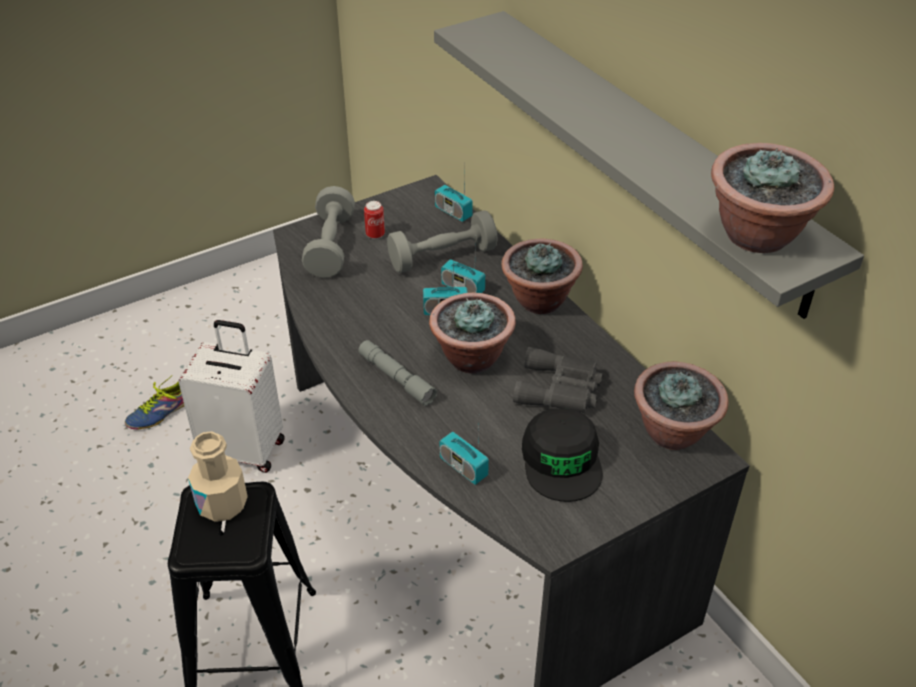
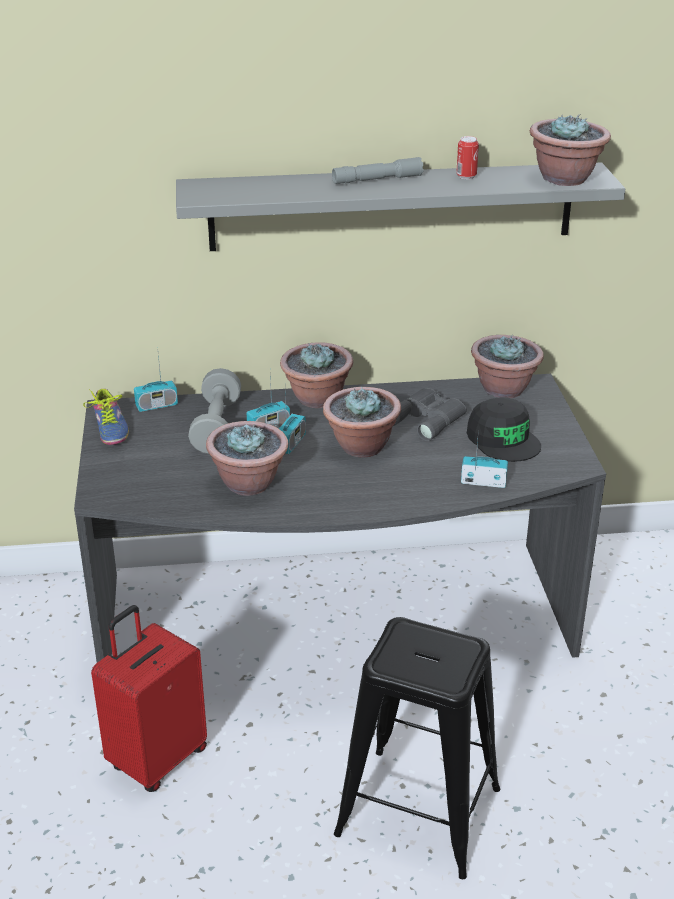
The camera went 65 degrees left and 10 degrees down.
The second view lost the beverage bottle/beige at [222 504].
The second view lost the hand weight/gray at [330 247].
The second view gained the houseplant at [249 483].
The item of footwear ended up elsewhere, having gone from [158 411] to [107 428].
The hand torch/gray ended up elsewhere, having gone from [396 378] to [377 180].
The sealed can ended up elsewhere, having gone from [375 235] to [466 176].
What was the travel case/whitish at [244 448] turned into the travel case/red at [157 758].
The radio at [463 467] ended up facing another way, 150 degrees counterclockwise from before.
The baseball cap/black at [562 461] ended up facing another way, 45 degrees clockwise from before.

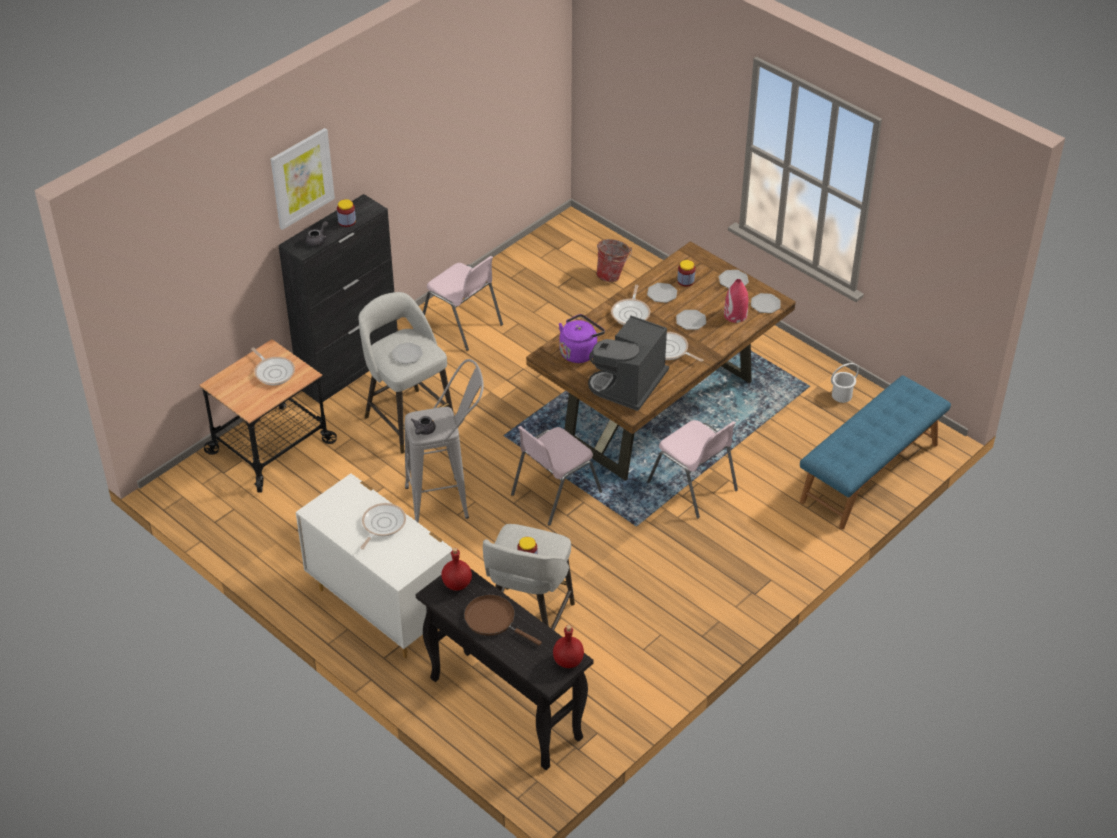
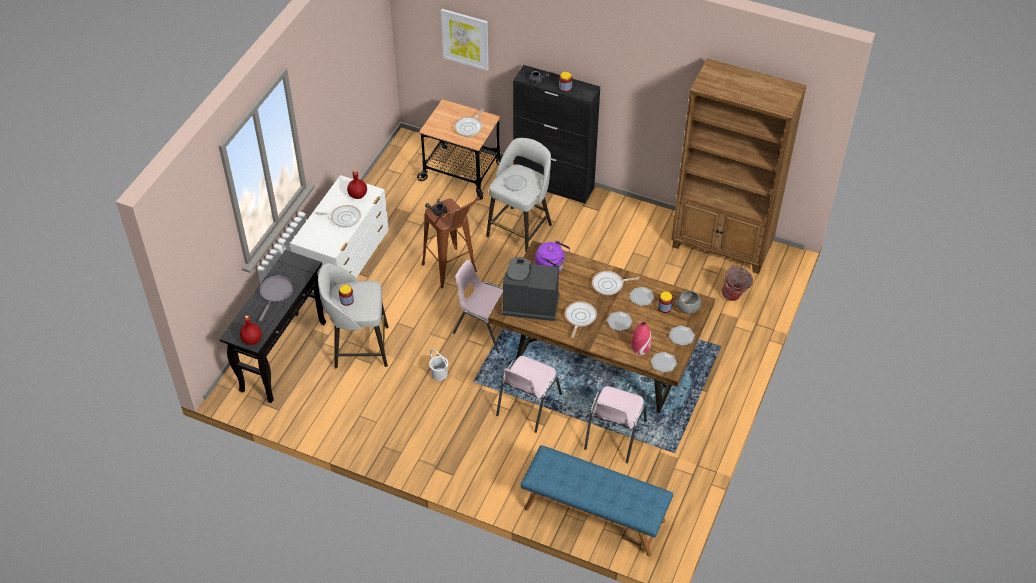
The camera went 70 degrees right and 5 degrees up.
The second view gained the bookcase/brown-coloured at [722 246].
The second view gained the serving bowl/gray at [688 309].
The wall picture ended up elsewhere, having gone from [301 178] to [465 39].
The plain chair/pink ended up elsewhere, having gone from [462 324] to [614 435].
The beverage bottle/red ended up elsewhere, having gone from [457 583] to [358 195].
The pail/whitish ended up elsewhere, having gone from [842 395] to [439 374].
What was the stool seat/gray at [448 500] turned into the stool seat/brown-coloured at [453 273].
What was the pan/brown-coloured at [493 619] turned into the pan/gray at [276 293].

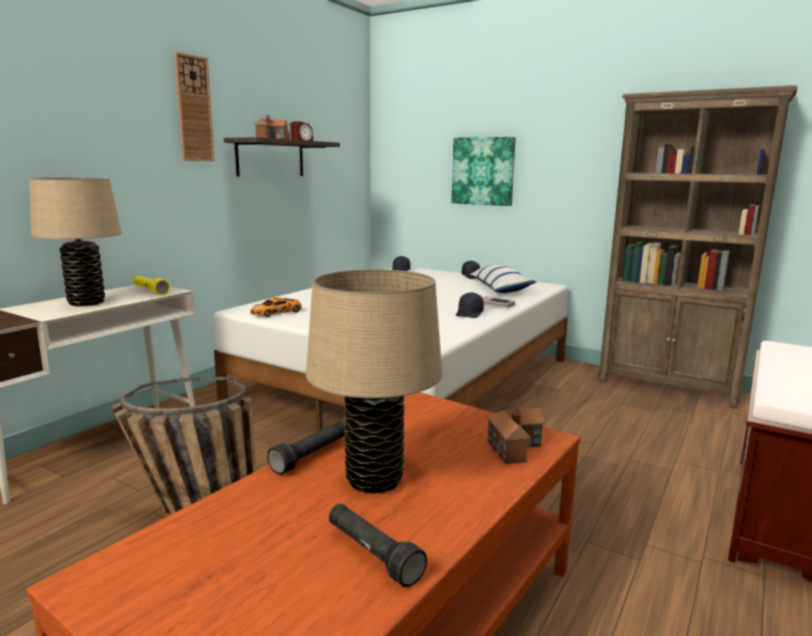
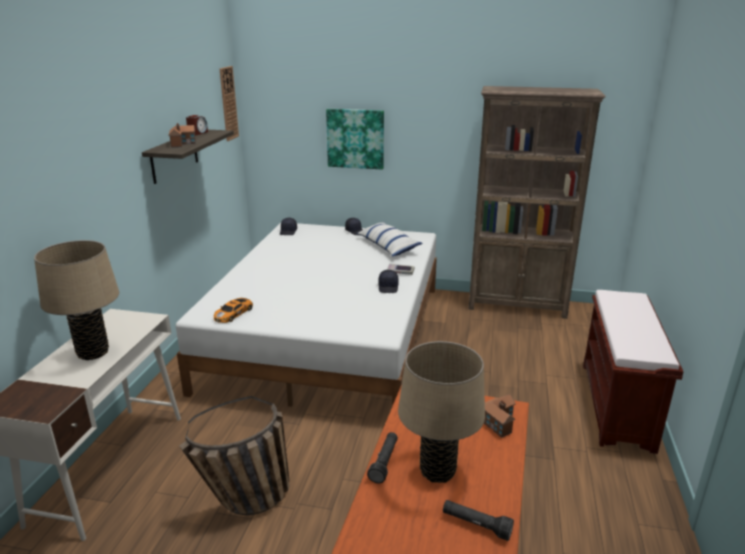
The camera went 20 degrees left and 10 degrees up.
The second view lost the hand torch/yellow at [150 291].
The wall clock ended up elsewhere, having gone from [194 109] to [228 103].

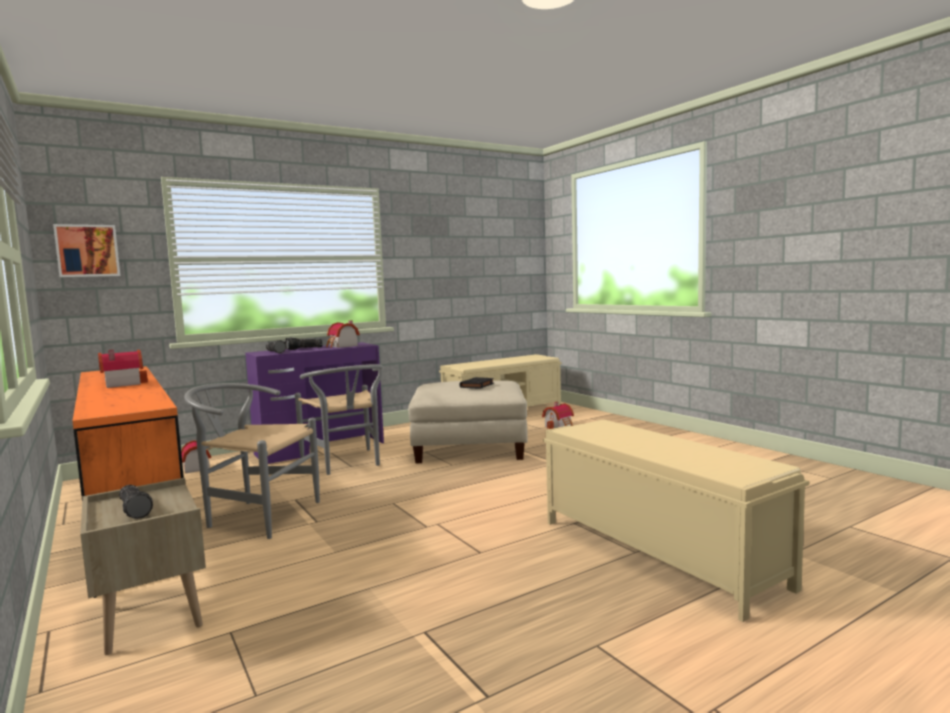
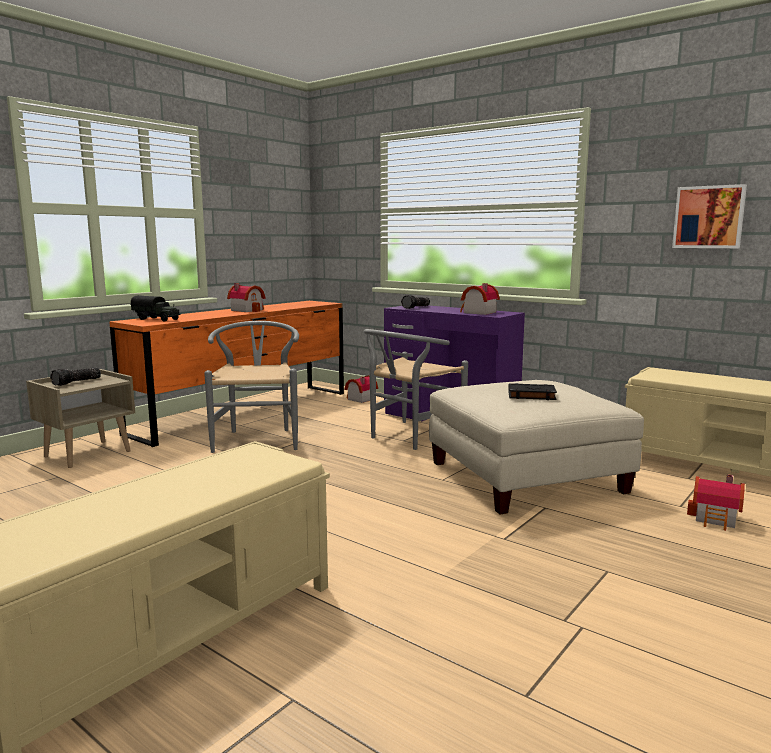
The camera went 70 degrees right and 5 degrees up.
The second view lost the hand torch at [304 349].
The second view gained the toy truck at [157 319].
The wall picture ended up elsewhere, having gone from [87 251] to [709 217].

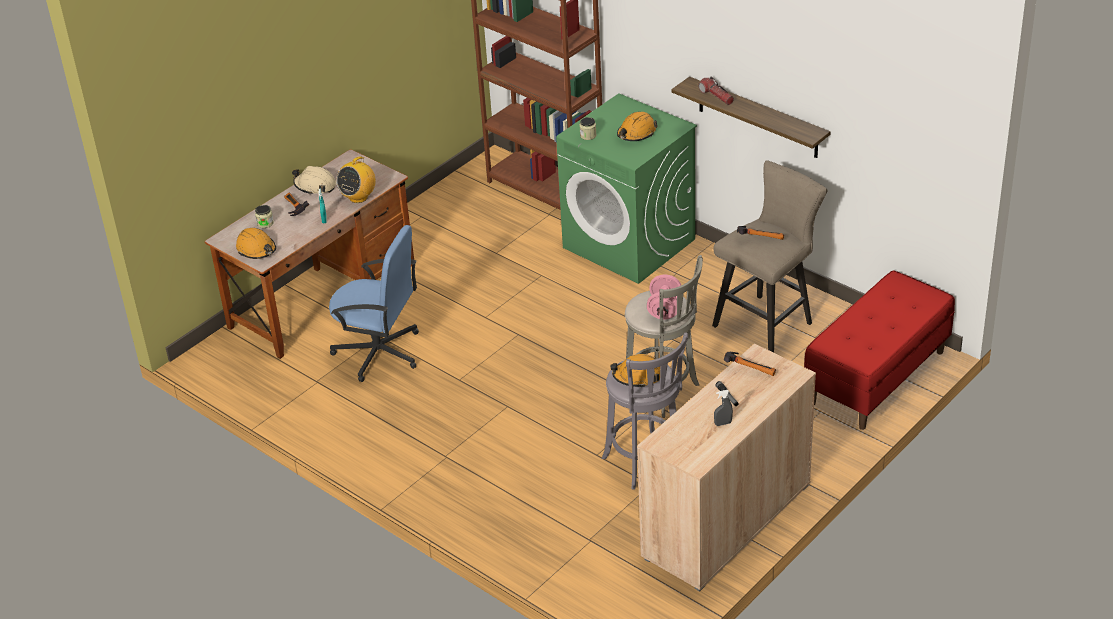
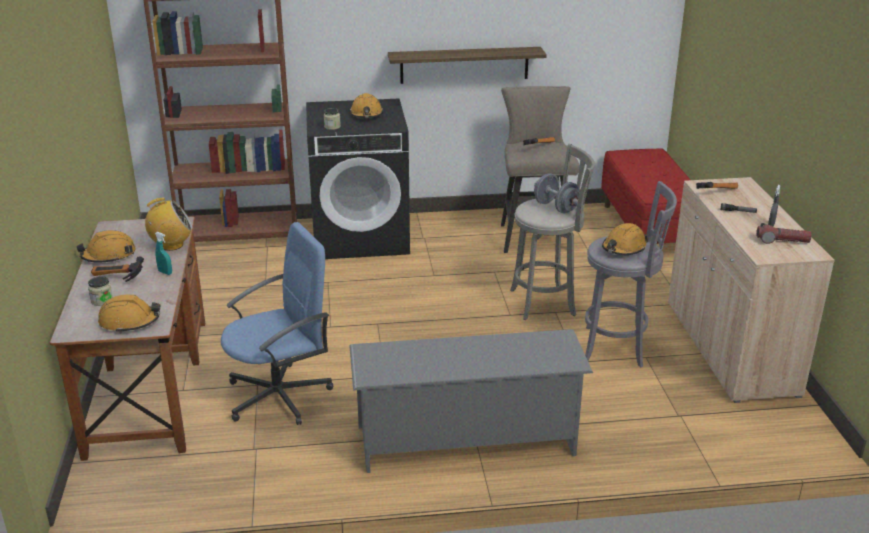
The camera went 50 degrees left and 10 degrees down.
The second view gained the shoe shelf/gray at [466 441].
The hand torch ended up elsewhere, having gone from [716 96] to [782 241].
What was the hard hat/beige at [315 186] turned into the hard hat/orange at [109 255].
What was the washing machine/green-coloured at [630 243] turned into the washing machine/black at [361 236].
What was the hand weight/pink at [664 309] turned into the hand weight/gray at [556 207].
The radio at [358 197] ended up facing another way, 90 degrees counterclockwise from before.

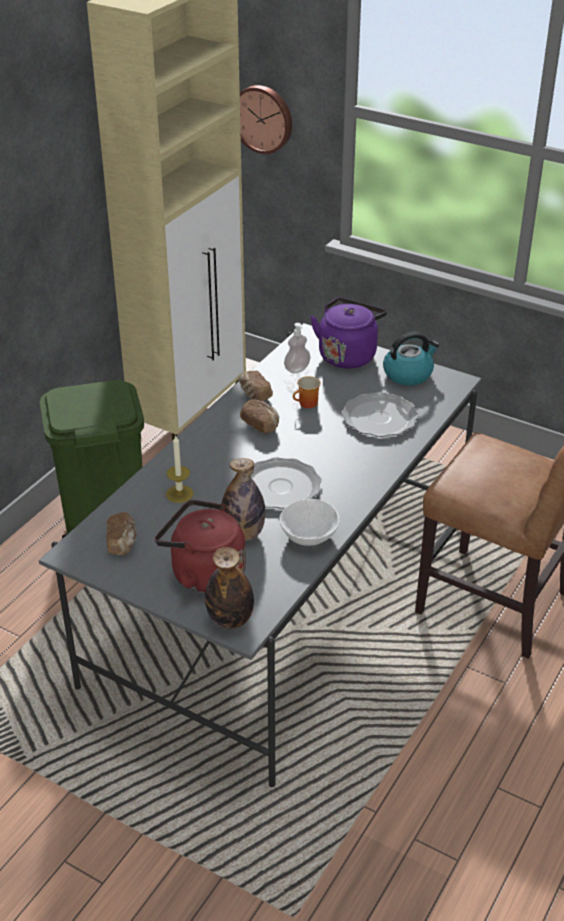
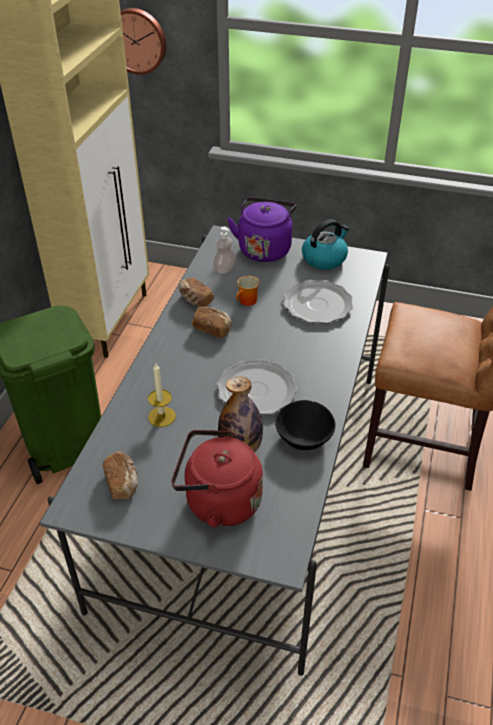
The camera went 15 degrees left and 5 degrees up.
The second view lost the beverage bottle at [230 620].
What was the serving bowl/whitish at [310 535] turned into the serving bowl/black at [305 437].

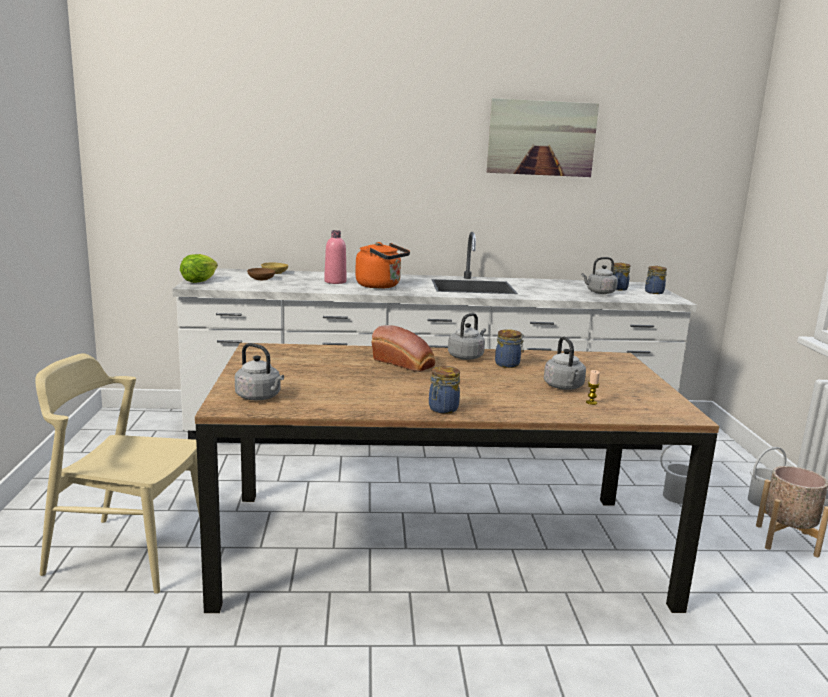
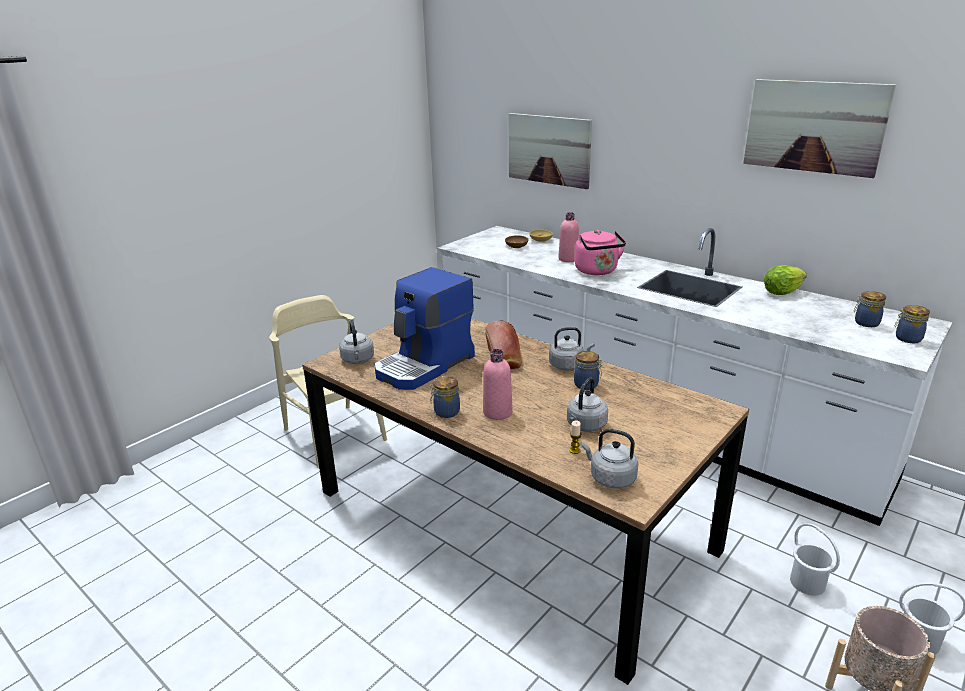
The camera went 45 degrees right and 10 degrees up.
The second view gained the coffee brewer at [425 365].
The second view gained the beverage bottle/pink at [497 412].
The second view gained the wall picture at [548 150].
The lettuce ended up elsewhere, having gone from [199 281] to [781 292].
The water kettle/gray ended up elsewhere, having gone from [599 292] to [610 478].
What was the water kettle/orange at [381 286] turned into the water kettle/pink at [597 271].

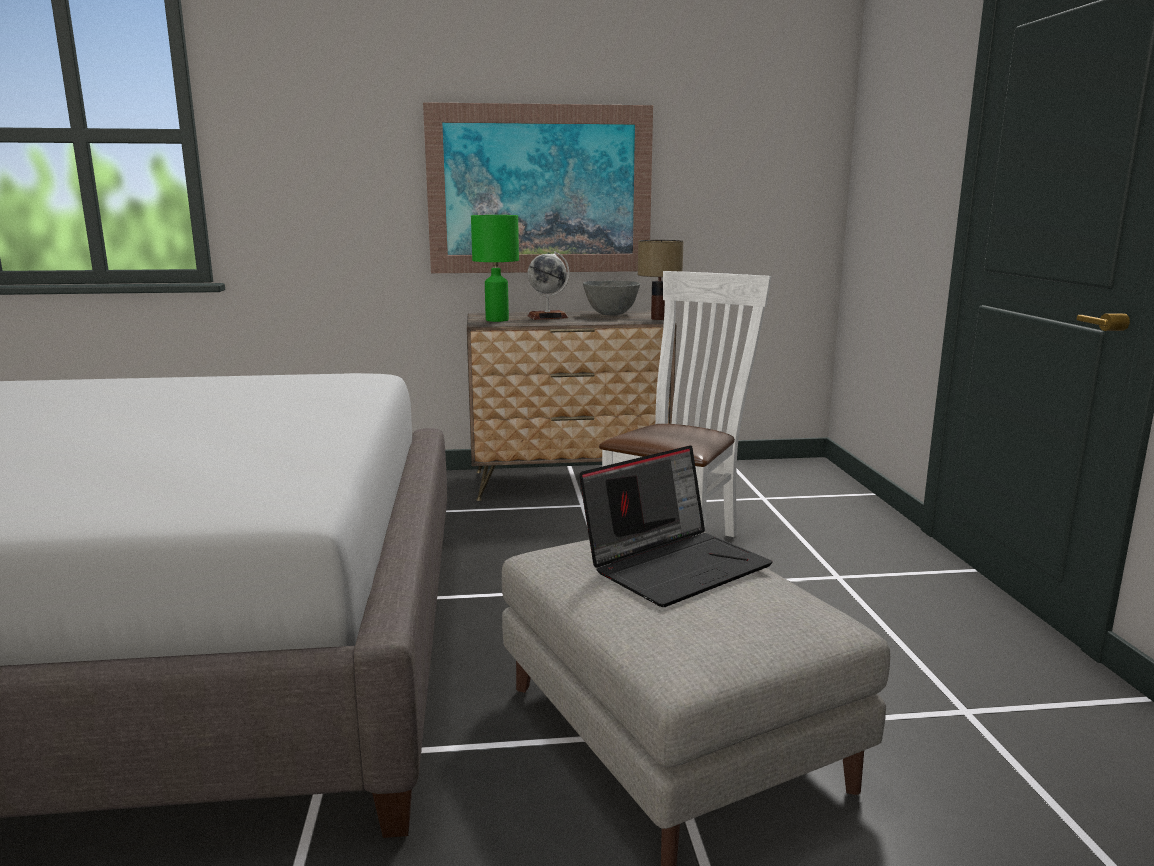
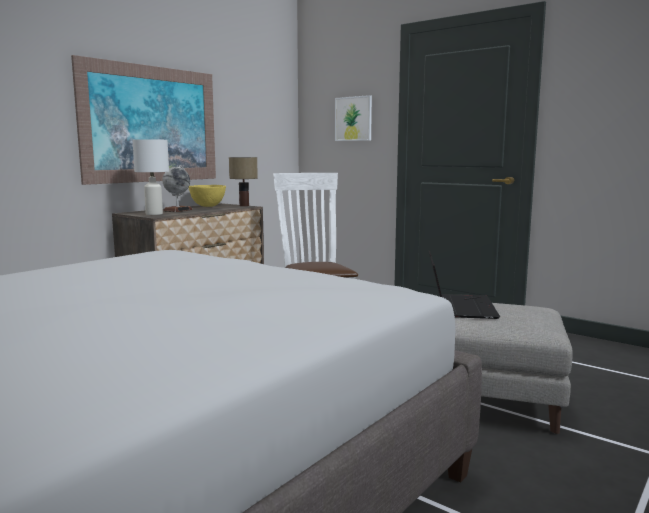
The camera went 45 degrees left and 5 degrees down.
The second view gained the wall picture at [353 118].
What was the lamp for a table/green-coloured at [496 320] turned into the lamp for a table/whitish at [154 214].
What was the serving bowl/gray at [611 314] turned into the serving bowl/yellow at [208 206].

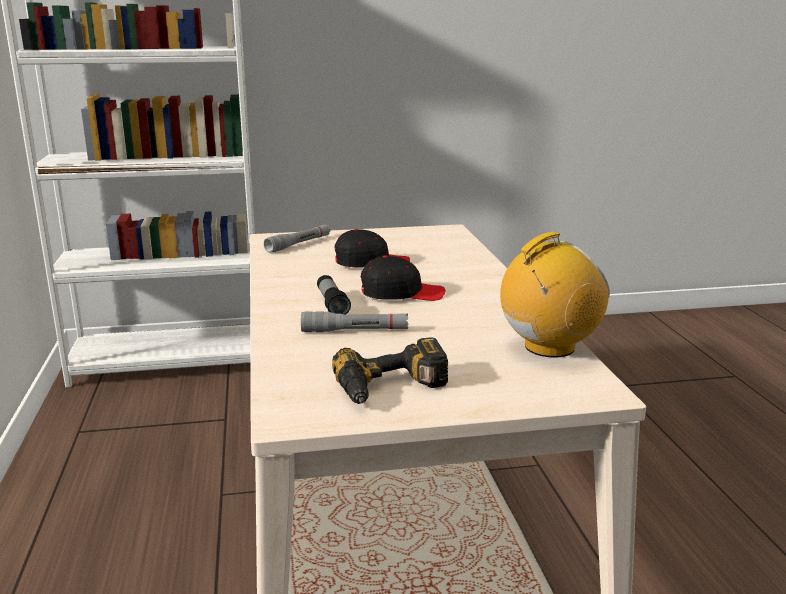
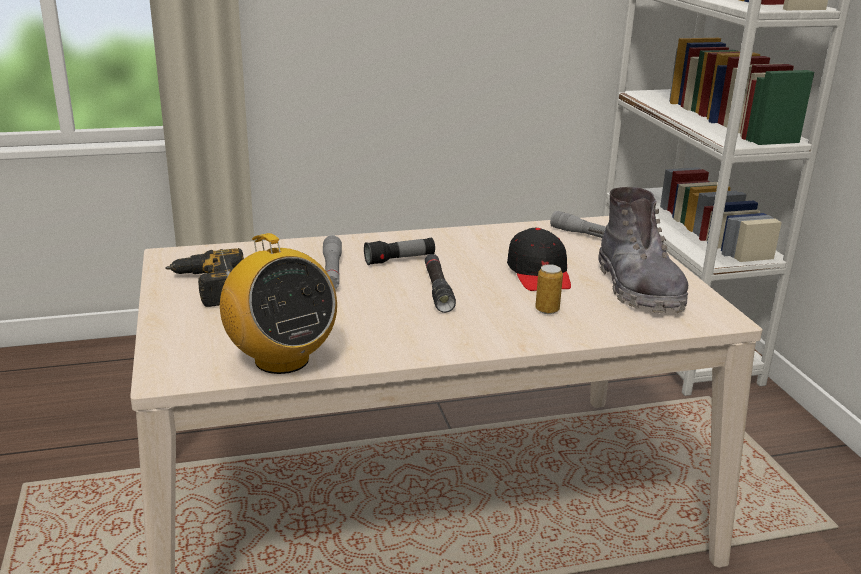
The camera went 85 degrees right and 5 degrees up.
The second view gained the sealed can at [547 310].
The second view gained the high-top boot/gray at [638 288].
Where the baseball cap/black stood at [401 293], the hand torch/black came to stand at [438 289].

